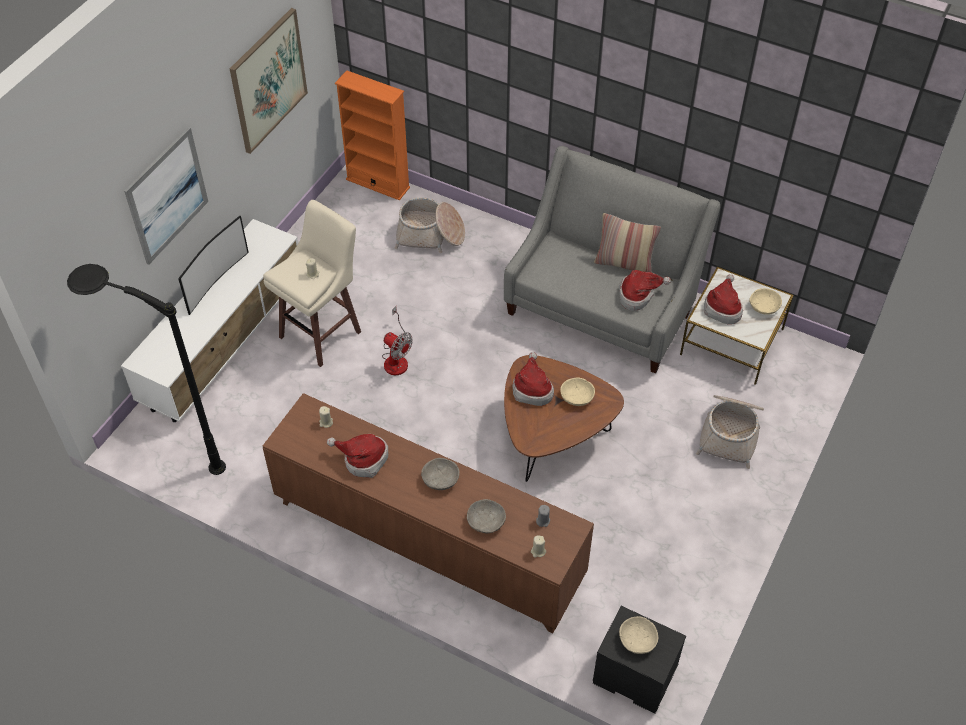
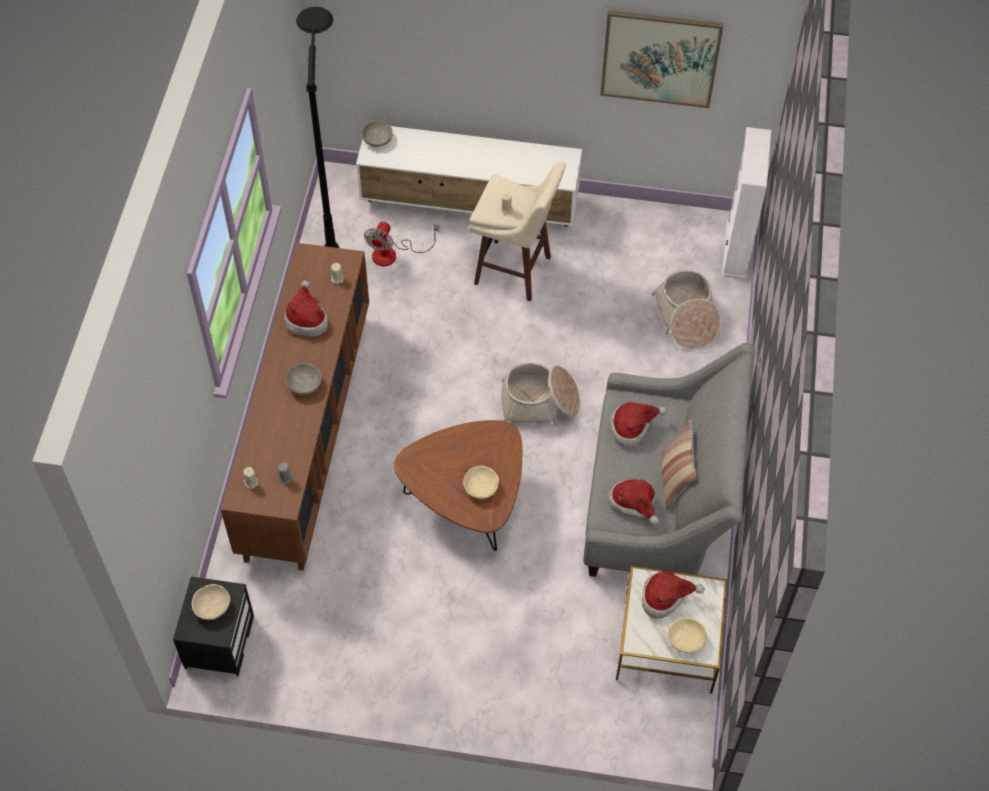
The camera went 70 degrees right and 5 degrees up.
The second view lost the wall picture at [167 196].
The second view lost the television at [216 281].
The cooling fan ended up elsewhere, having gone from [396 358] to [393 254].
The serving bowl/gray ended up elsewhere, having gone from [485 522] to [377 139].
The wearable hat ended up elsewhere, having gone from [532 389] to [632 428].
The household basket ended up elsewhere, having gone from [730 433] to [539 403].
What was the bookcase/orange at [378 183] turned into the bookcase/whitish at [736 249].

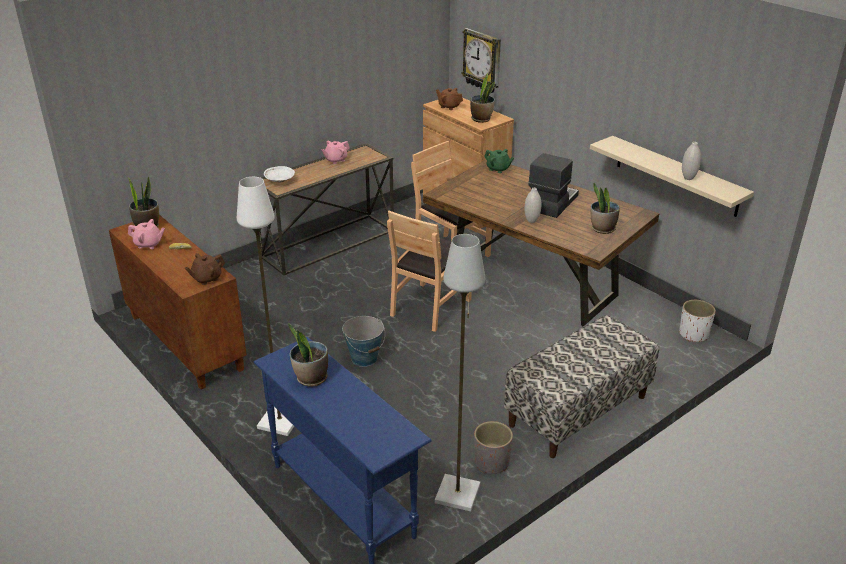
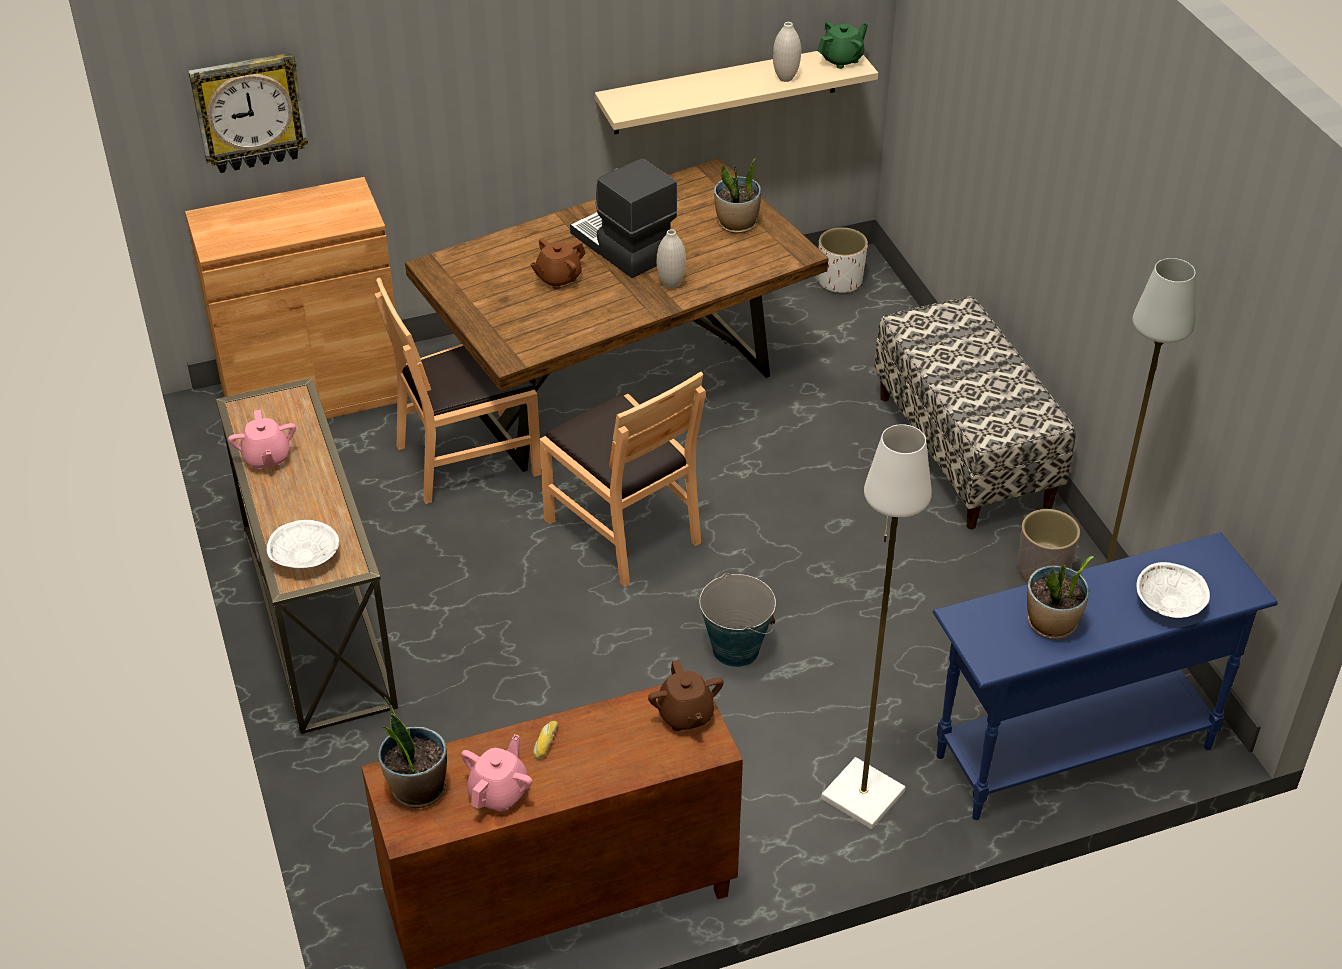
The camera went 70 degrees left and 10 degrees up.
The second view lost the houseplant at [481 119].
The second view gained the serving bowl/whitish at [1169 604].
The pot for tea/brown-coloured ended up elsewhere, having gone from [449 106] to [558 278].
The pot for tea/green-coloured ended up elsewhere, having gone from [498 169] to [842 59].

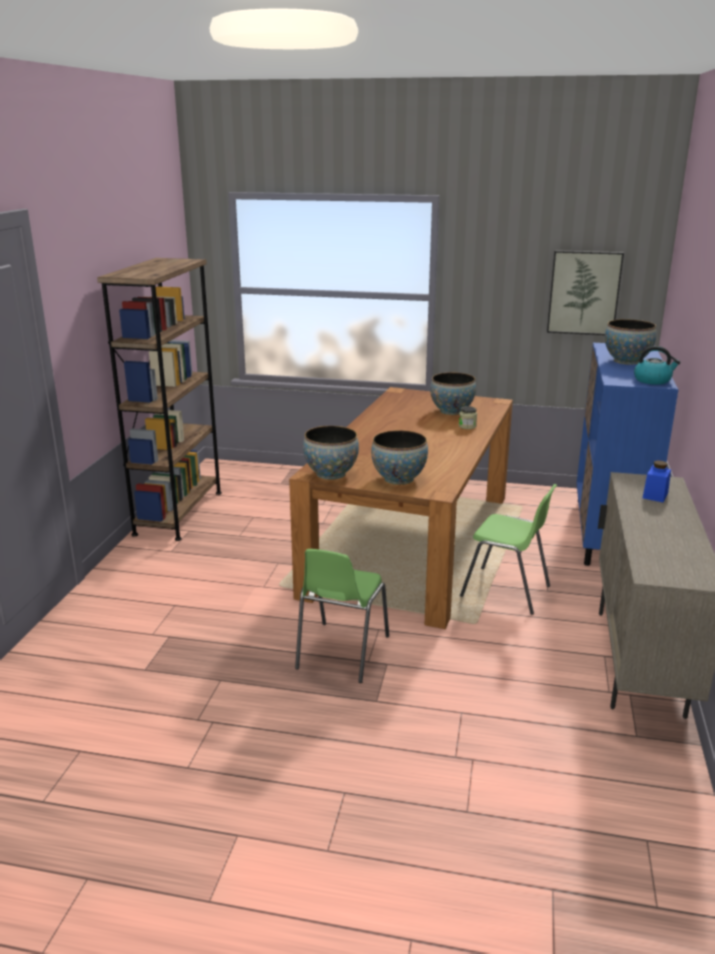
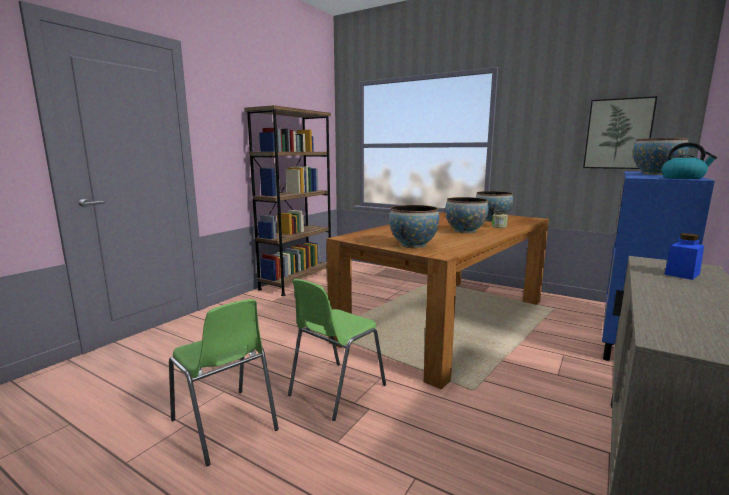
The camera went 20 degrees right and 10 degrees down.
The serving bowl ended up elsewhere, having gone from [331 474] to [465 231].
The plain chair/green-coloured ended up elsewhere, having gone from [506 591] to [225 425].

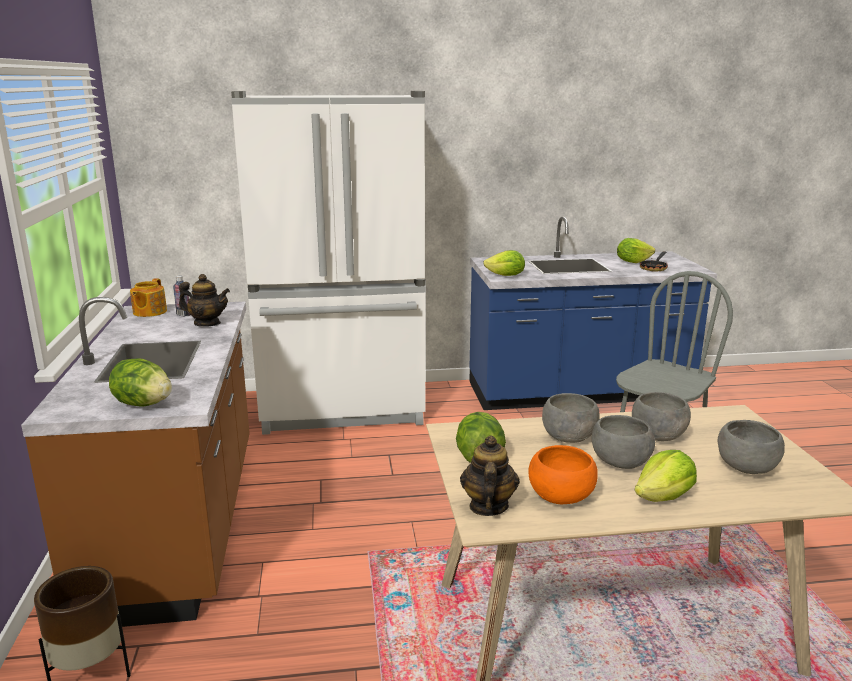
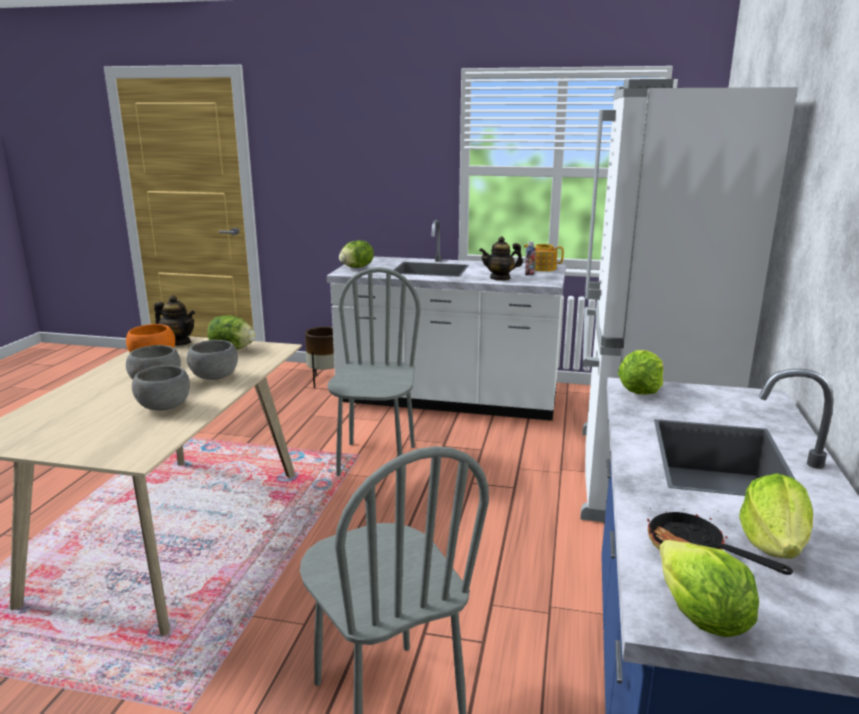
The camera went 110 degrees right and 0 degrees up.
The second view lost the serving bowl/gray at [746 468].
The second view gained the plain chair/gray at [376 461].
The lettuce ended up elsewhere, having gone from [664 497] to [700 617].
What was the counter/brown-coloured at [180 523] turned into the counter/whitish at [448 400].
The pot for tea at [207 323] ended up facing another way, 45 degrees clockwise from before.

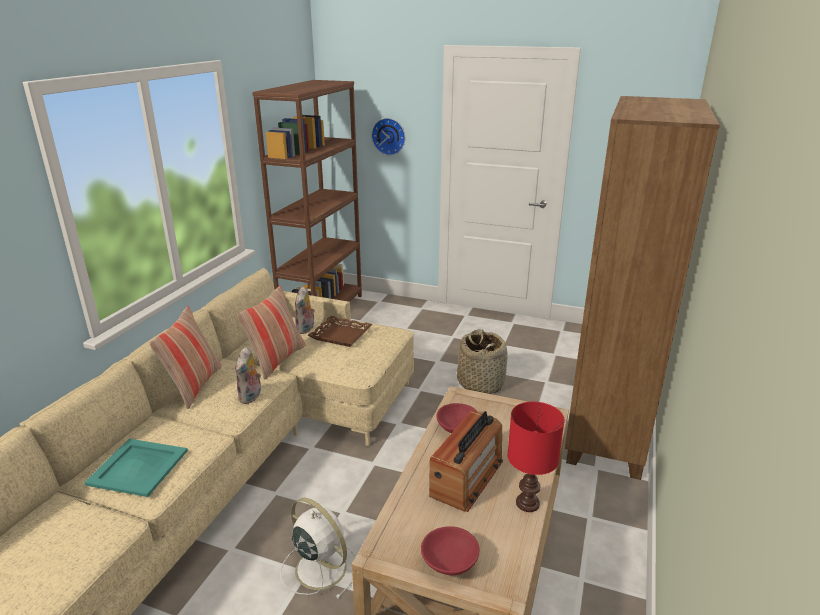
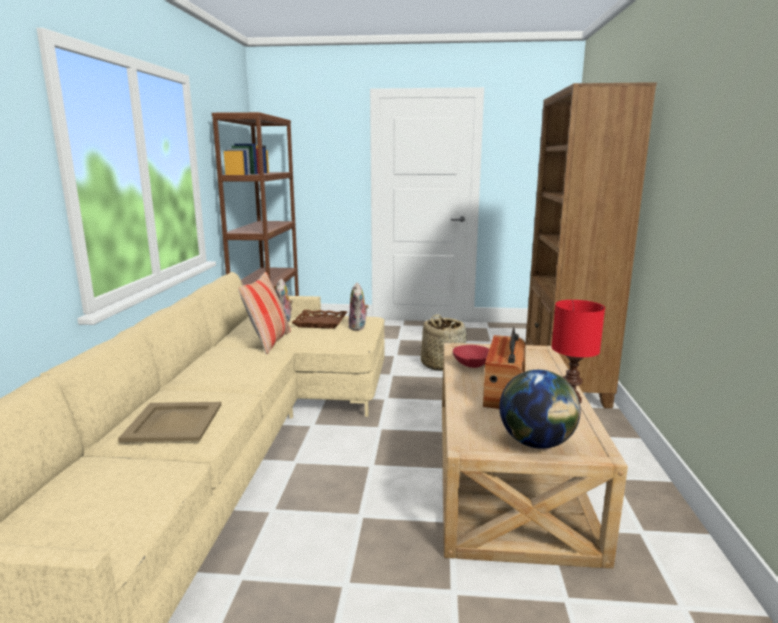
The camera went 15 degrees left and 10 degrees down.
The second view lost the pillow at [194 386].
The second view lost the cooling fan/whitish at [319 567].
The second view lost the wall clock at [389 136].
The soft toy ended up elsewhere, having gone from [251 397] to [358 327].
Where the serving bowl/red stood at [450 563], the globe came to stand at [536 443].
What was the carrying tray/turquoise at [137 467] turned into the carrying tray/beige at [172 422].

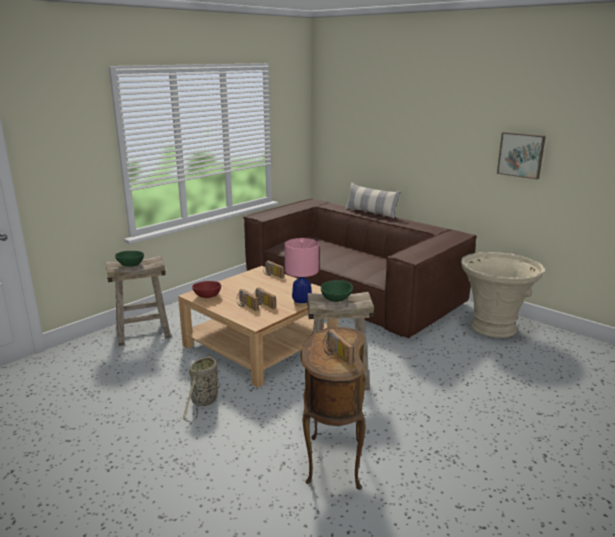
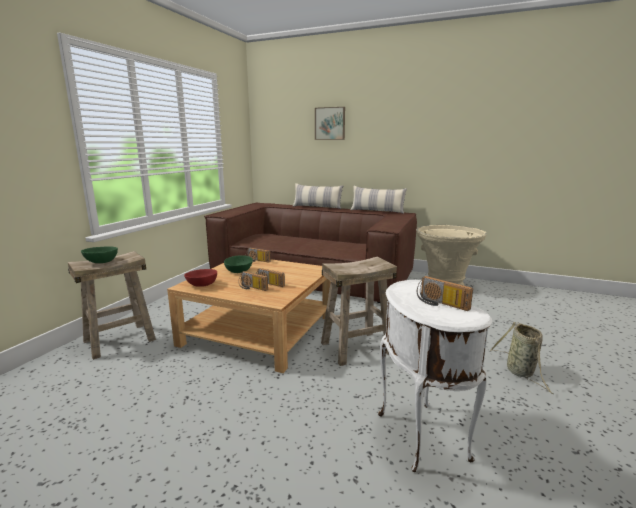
The camera went 20 degrees left and 5 degrees down.
The second view lost the lamp for a table/pink at [301 303].
The second view gained the pillow at [377 211].
The household basket ended up elsewhere, having gone from [204 402] to [521 373].
The serving bowl/green-coloured ended up elsewhere, having gone from [336 298] to [238 271].
The wall picture ended up elsewhere, having gone from [521 155] to [330 123].
What was the end table/brown-coloured at [332 461] turned into the end table/whitish at [418 436].

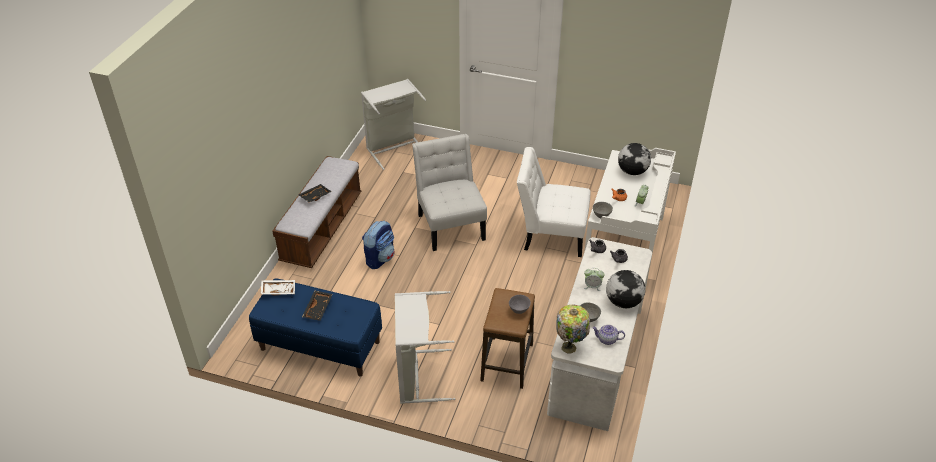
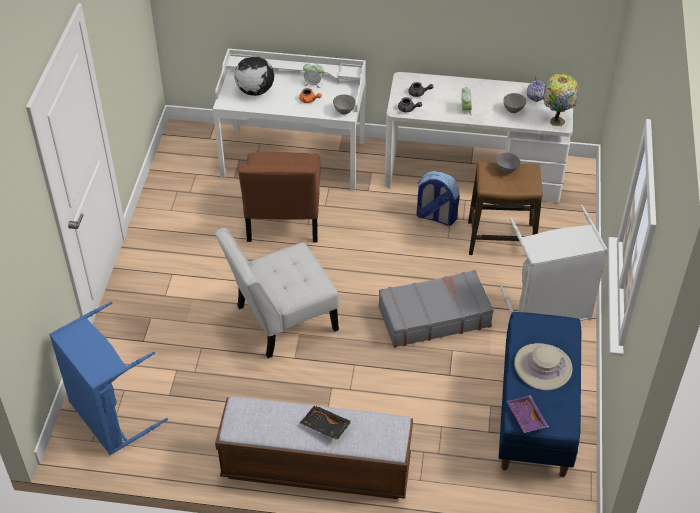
The camera went 100 degrees left and 5 degrees up.
The second view lost the globe at [623 301].
The second view gained the travel case/gray at [433 316].
The knapsack ended up elsewhere, having gone from [380 258] to [435 216].
Where the carrying tray/black stood at [318 309], the wearable hat/beige came to stand at [542 367].
What was the carrying tray/whitish at [278 290] turned into the carrying tray/purple-coloured at [525 418].
What was the laundry basket/gray at [394 149] turned into the laundry basket/blue-coloured at [109 417].
What was the plain chair/whitish at [551 234] turned into the plain chair/brown-coloured at [283 221].

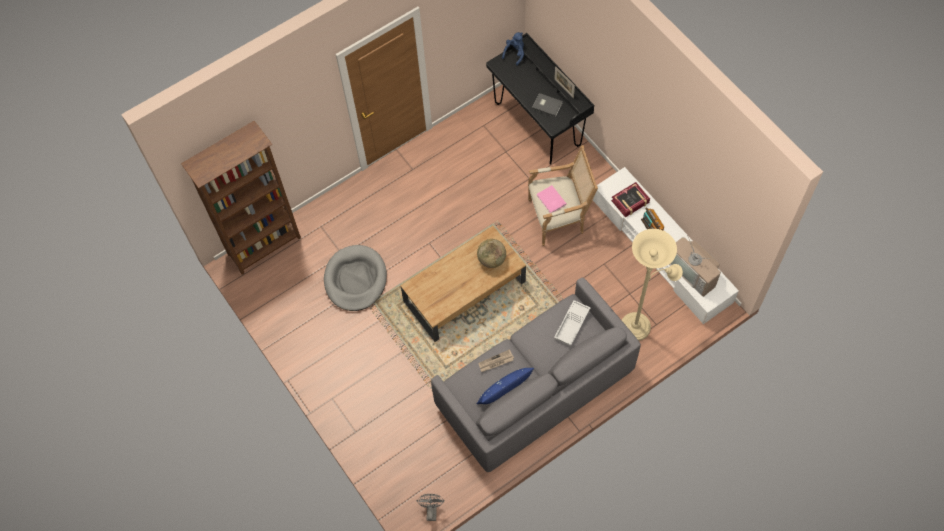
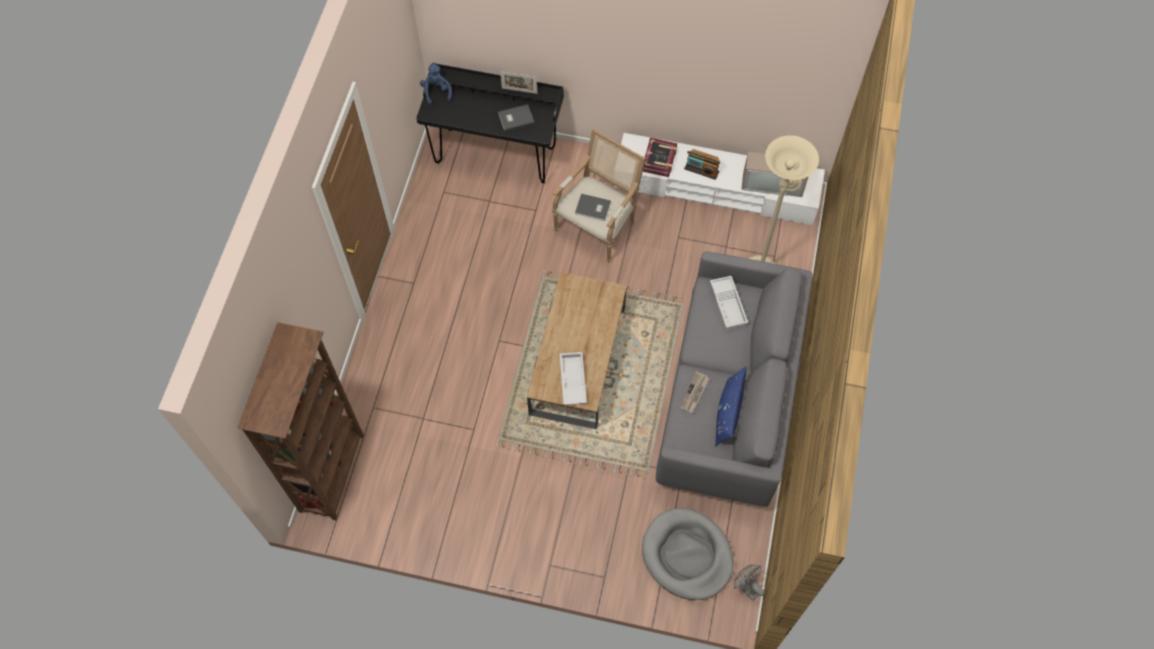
The camera went 45 degrees left and 0 degrees up.
The second view lost the globe at [491 259].
The second view gained the carrying tray/whitish at [572 380].
The dog bed/gray ended up elsewhere, having gone from [355 279] to [687 555].
What was the volume/pink at [551 200] turned into the volume/gray at [593 208].

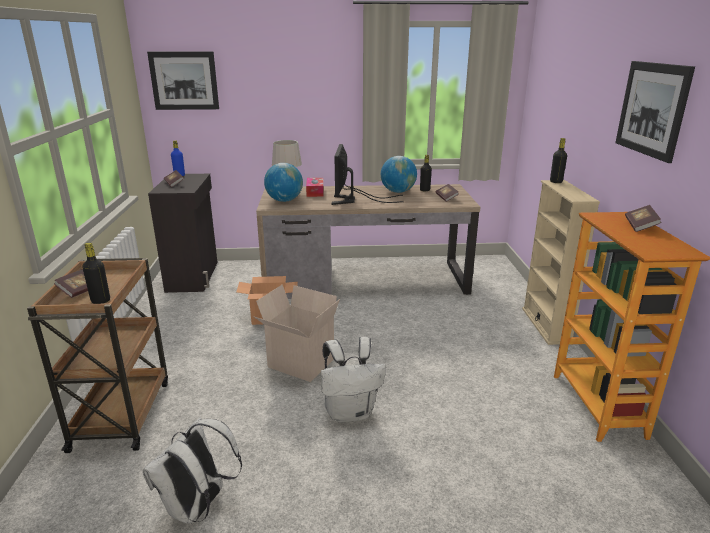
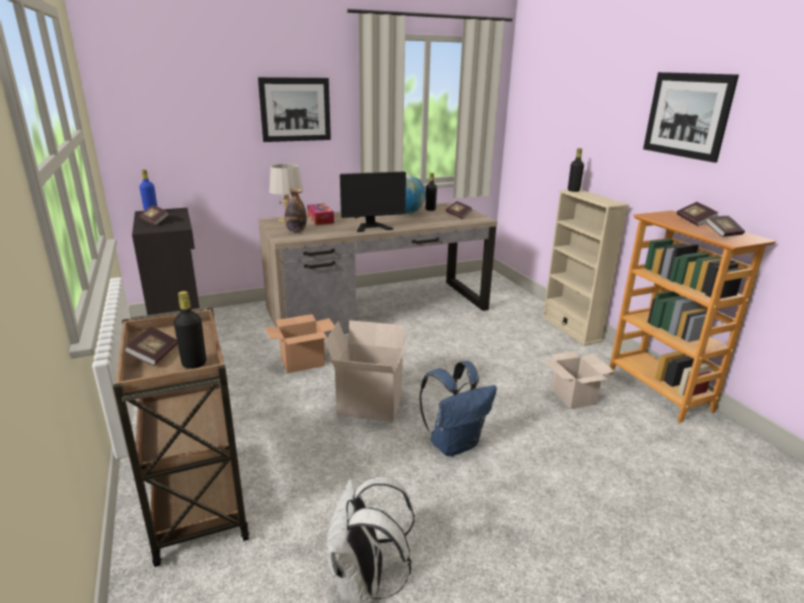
The camera went 20 degrees left and 0 degrees up.
The second view gained the cardboard box at [574 397].
The second view gained the volume at [723 234].
The wall picture ended up elsewhere, having gone from [184 81] to [295 109].
Where the globe stood at [284 200], the beverage bottle came to stand at [296 231].
What was the knapsack/whitish at [350 412] turned into the knapsack/blue-coloured at [454 443].
The computer display at [353 200] ended up facing another way, 90 degrees counterclockwise from before.

